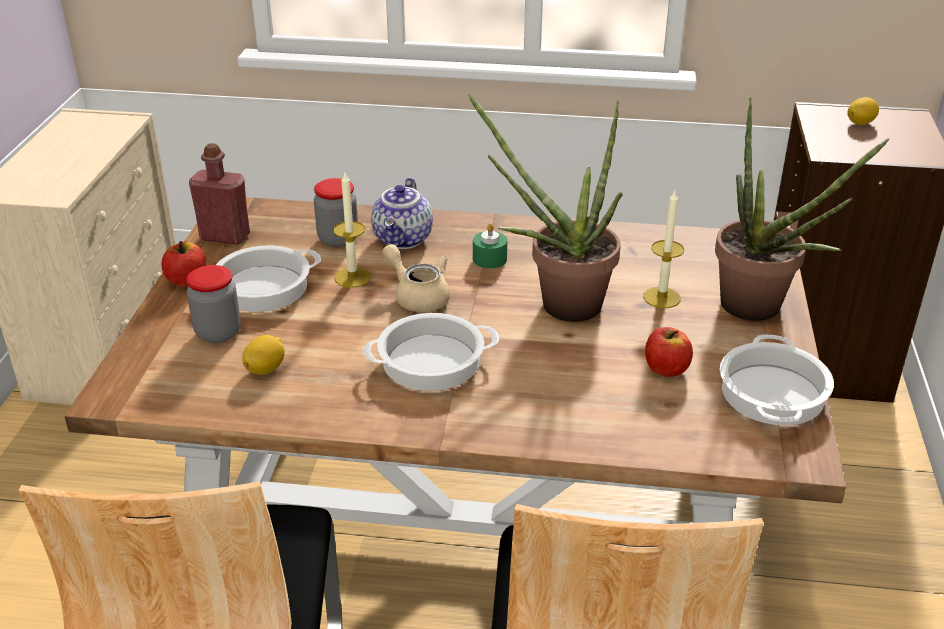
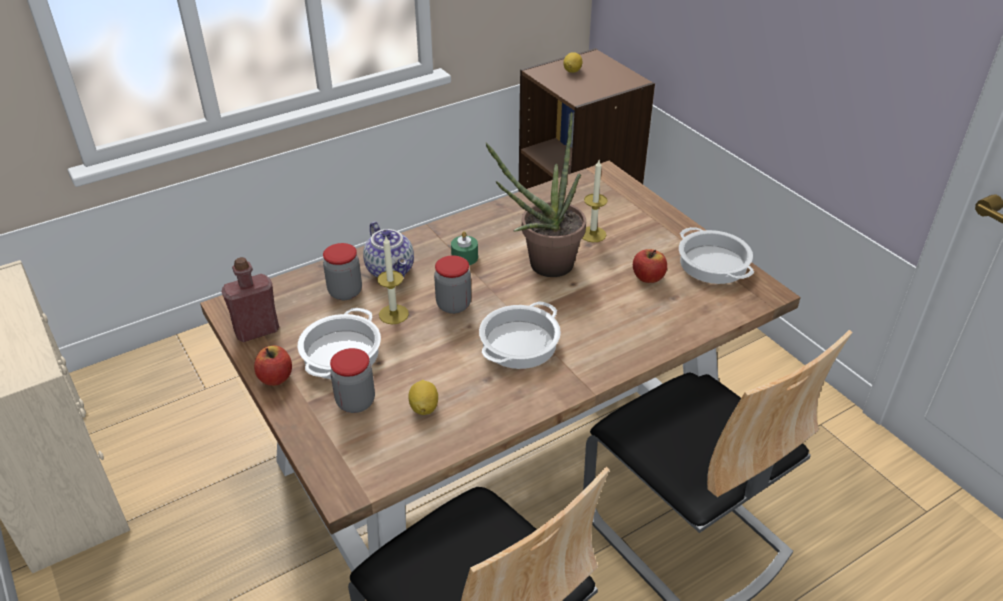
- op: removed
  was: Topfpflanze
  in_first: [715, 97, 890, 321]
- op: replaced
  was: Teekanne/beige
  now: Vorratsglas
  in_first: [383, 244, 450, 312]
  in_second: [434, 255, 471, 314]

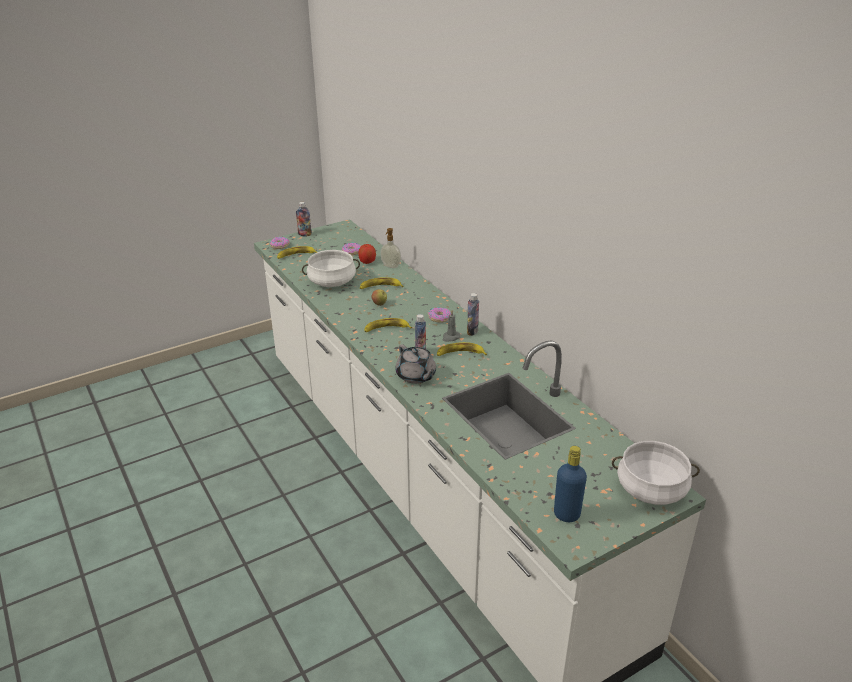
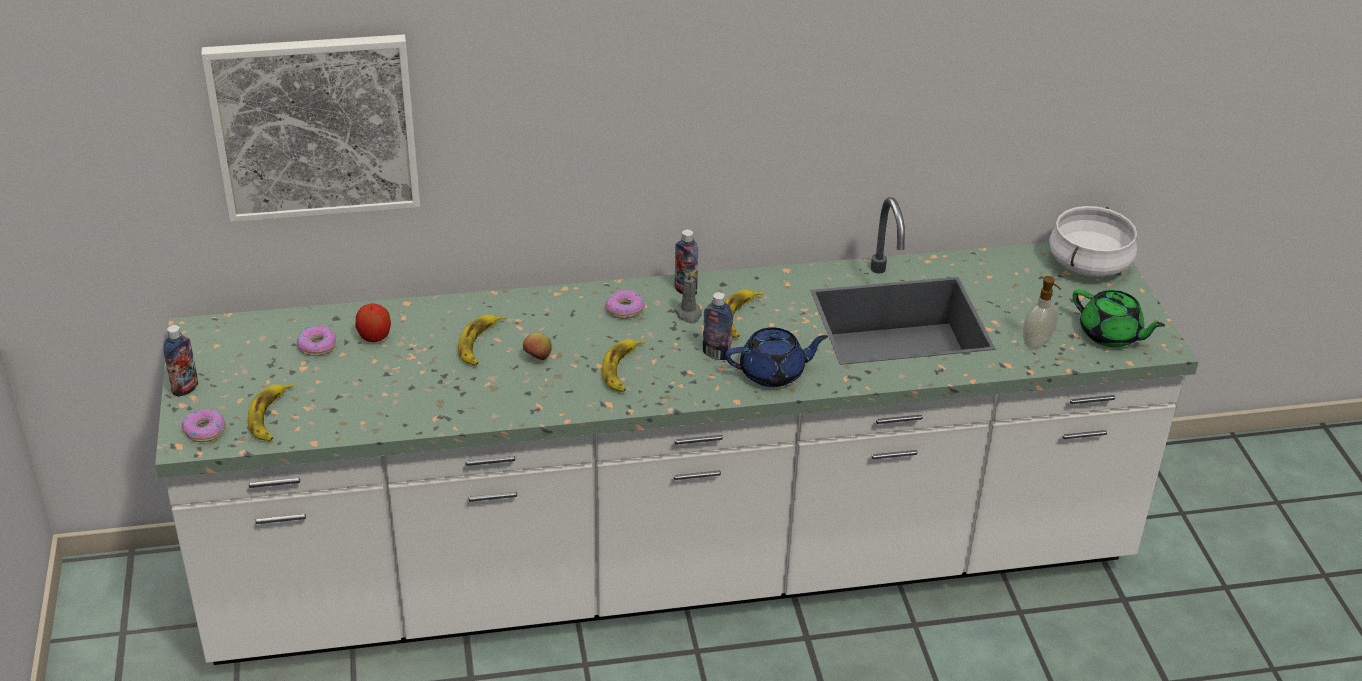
- op: moved
  was: Seifenspender
  in_first: [380, 228, 401, 268]
  in_second: [1023, 276, 1061, 349]
- op: removed
  was: Kochtopf/weiß
  in_first: [302, 250, 360, 287]
- op: recoloured
  was: Teekanne/grau
  now: Teekanne/blau
  in_first: [396, 344, 436, 384]
  in_second: [725, 327, 828, 387]
- op: replaced
  was: Flasche/blau
  now: Teekanne/grün
  in_first: [554, 446, 587, 522]
  in_second: [1073, 290, 1165, 347]
- op: added
  now: Bild
  in_second: [201, 34, 420, 222]

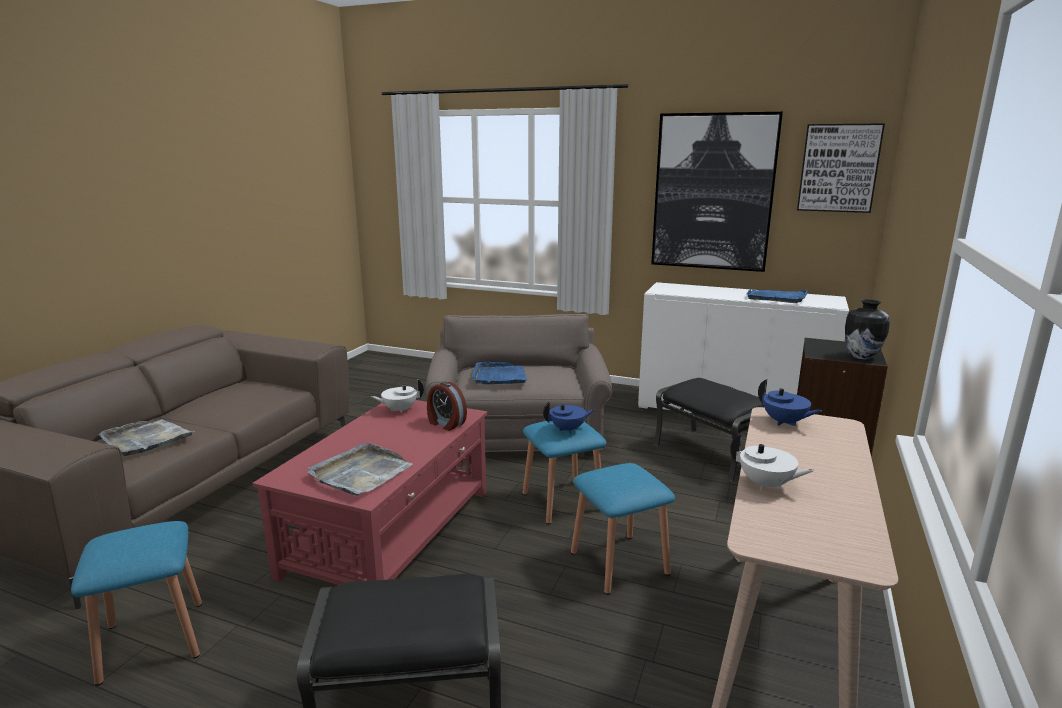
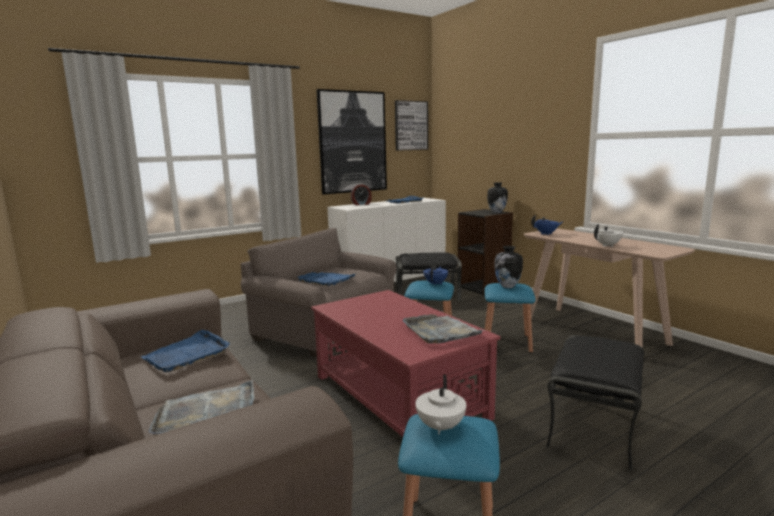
- op: moved
  was: Teekanne/weiß
  in_first: [371, 379, 424, 413]
  in_second: [415, 374, 466, 435]
- op: moved
  was: Wecker
  in_first: [427, 381, 467, 431]
  in_second: [351, 184, 372, 205]
- op: added
  now: Vase
  in_second: [494, 246, 523, 288]
- op: added
  now: Tablett/blau
  in_second: [141, 330, 230, 372]

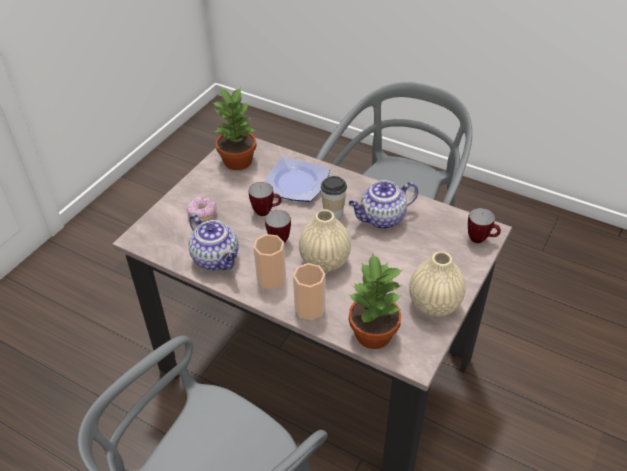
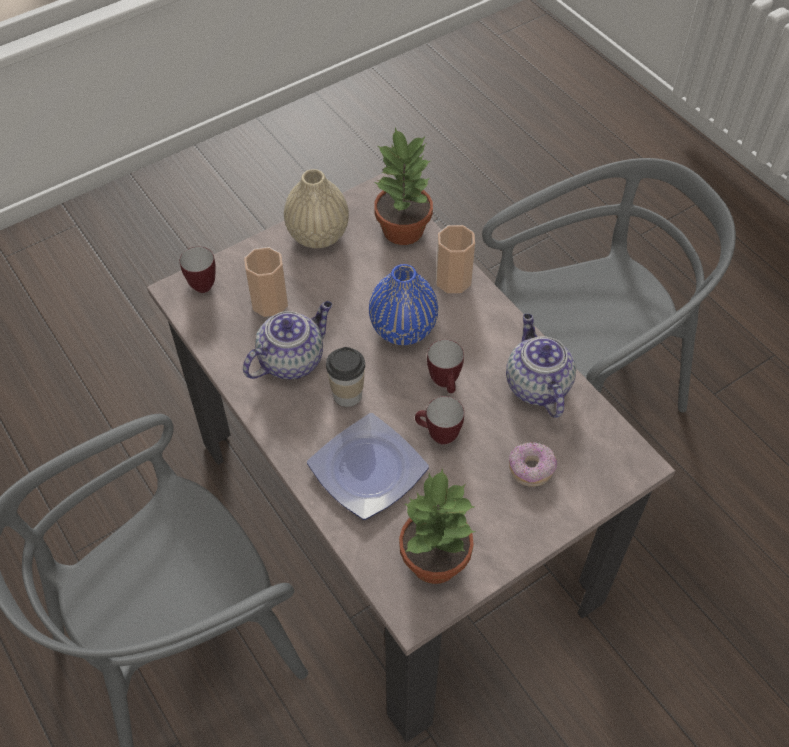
- op: turned
  was: Teekanne
  in_first: [349, 180, 418, 229]
  in_second: [243, 301, 332, 379]
  clockwise: -45
- op: recoloured
  was: Vase/beige
  now: Vase/blau
  in_first: [299, 209, 351, 273]
  in_second: [369, 264, 438, 345]
- op: moved
  was: Tasse
  in_first: [253, 234, 286, 289]
  in_second: [244, 247, 288, 317]

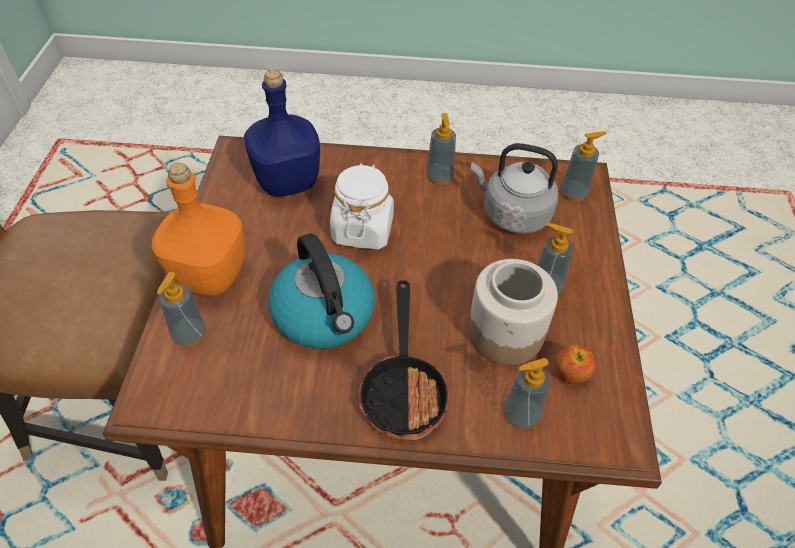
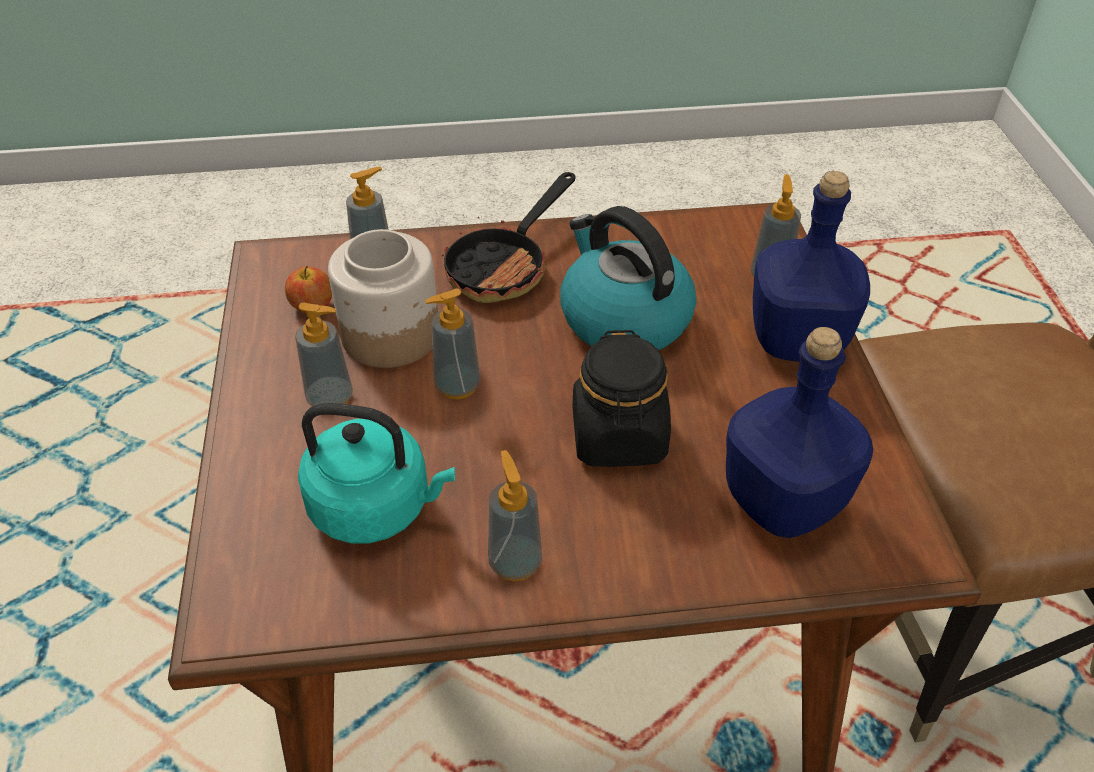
- op: moved
  was: Seifenspender
  in_first: [561, 131, 607, 202]
  in_second: [425, 289, 481, 399]
- op: recoloured
  was: Wasserkessel/grau
  now: Wasserkessel/türkis
  in_first: [471, 143, 558, 234]
  in_second: [298, 403, 455, 544]
- op: recoloured
  was: Flasche/orange
  now: Flasche/blau
  in_first: [152, 163, 244, 296]
  in_second: [753, 171, 870, 362]
- op: recoloured
  was: Vorratsglas/weiß
  now: Vorratsglas/schwarz
  in_first: [330, 163, 394, 249]
  in_second: [573, 330, 671, 467]
- op: turned
  was: Pfanne
  in_first: [359, 280, 450, 440]
  in_second: [442, 172, 575, 303]
  clockwise: -135

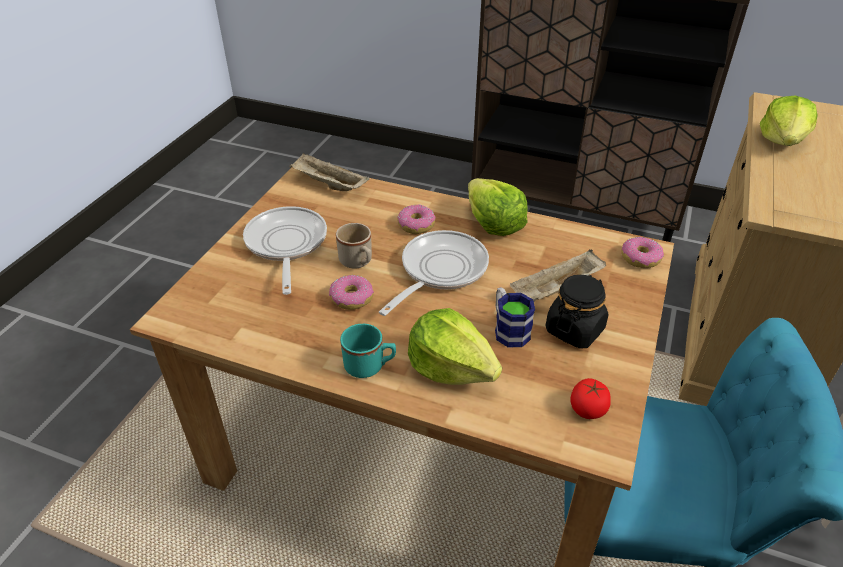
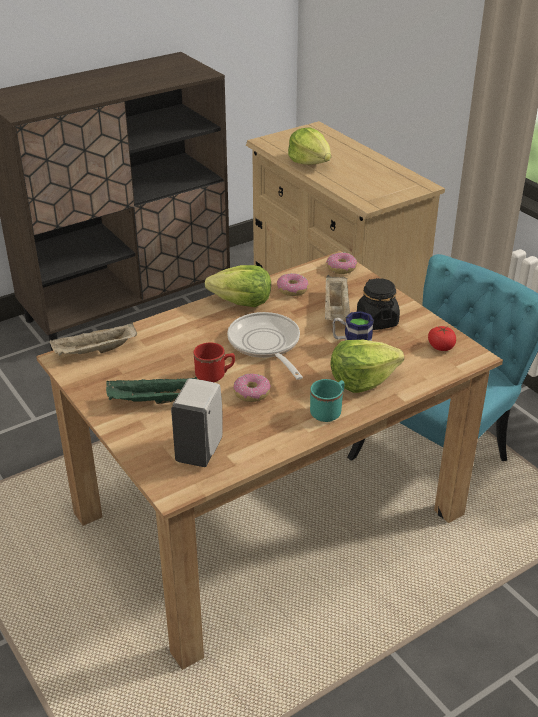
- op: moved
  was: Donut
  in_first: [398, 204, 436, 234]
  in_second: [277, 273, 309, 296]
- op: replaced
  was: Pfanne
  now: Tablett/grün
  in_first: [243, 206, 327, 295]
  in_second: [106, 376, 197, 404]
- op: recoloured
  was: Henkelbecher/beige
  now: Henkelbecher/rot
  in_first: [336, 223, 372, 269]
  in_second: [194, 342, 235, 382]
- op: added
  now: Seifenspender/weiß
  in_second: [171, 378, 223, 467]

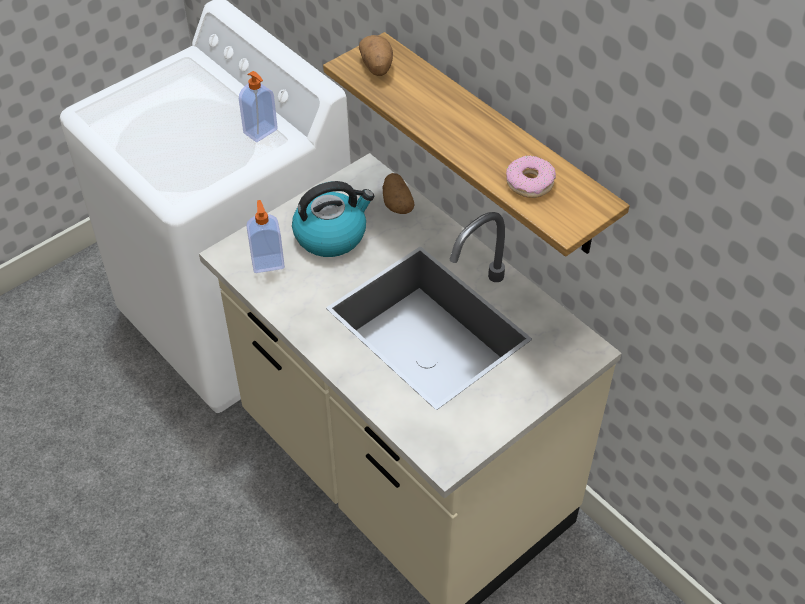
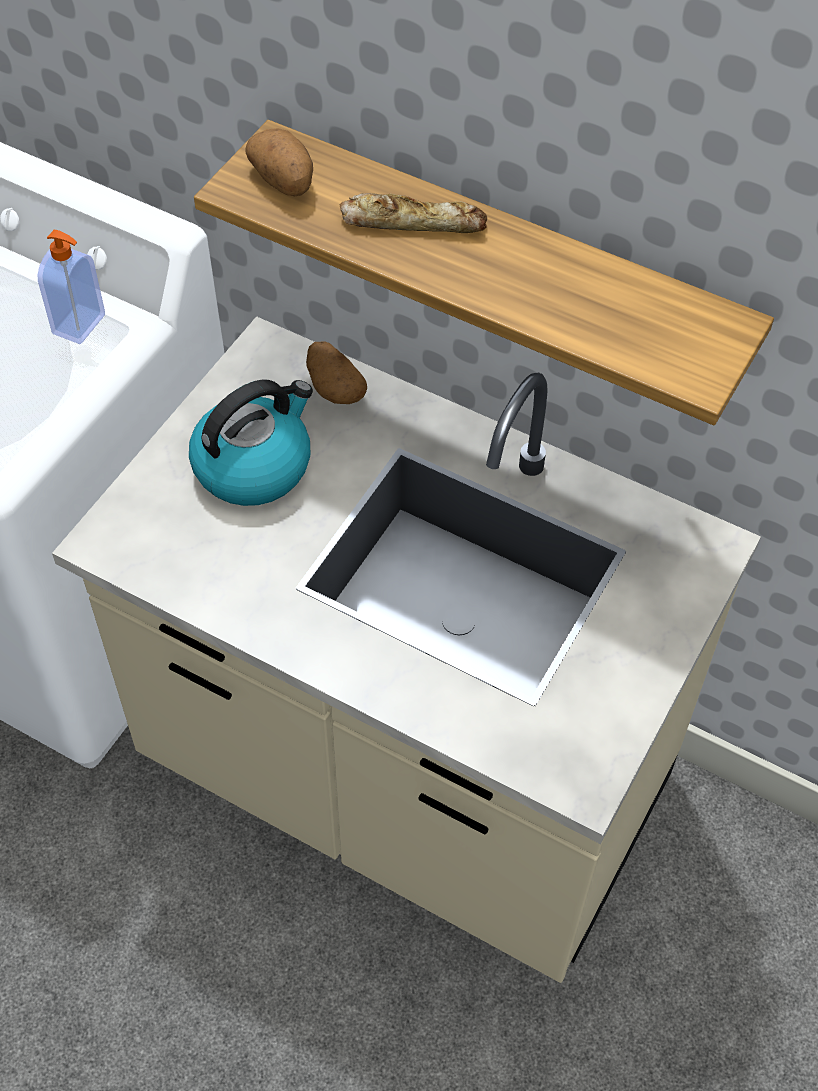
- op: removed
  was: Donut
  in_first: [506, 155, 556, 198]
- op: removed
  was: Seifenspender
  in_first: [246, 200, 285, 273]
- op: added
  now: Brot
  in_second: [340, 193, 487, 233]

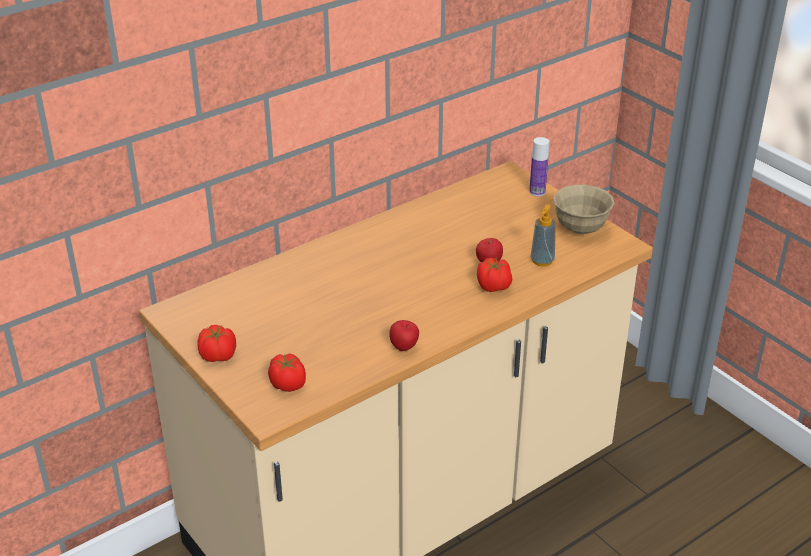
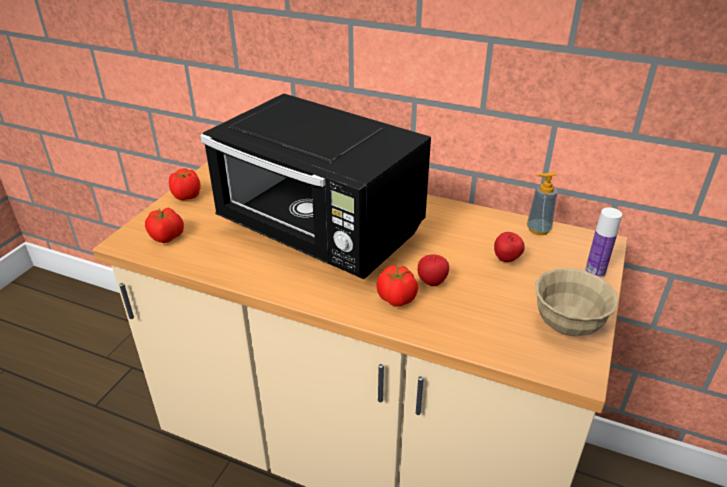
- op: moved
  was: Seifenspender
  in_first: [531, 205, 556, 267]
  in_second: [527, 172, 558, 235]
- op: moved
  was: Apfel
  in_first: [389, 320, 419, 351]
  in_second: [494, 232, 525, 262]
- op: added
  now: Mikrowelle/schwarz
  in_second: [200, 94, 431, 279]

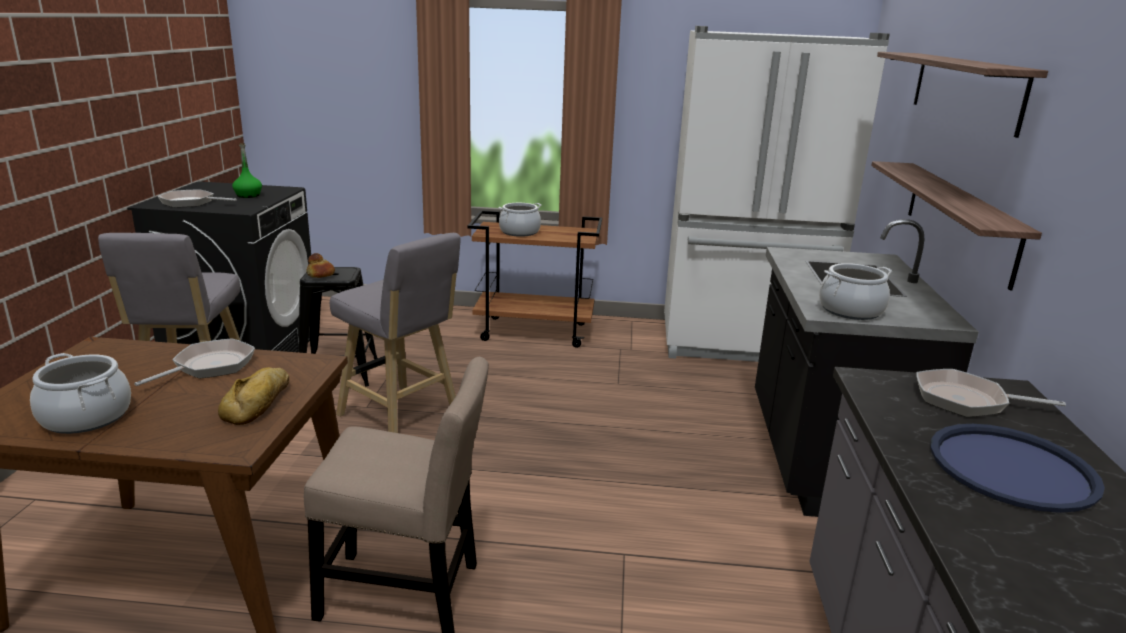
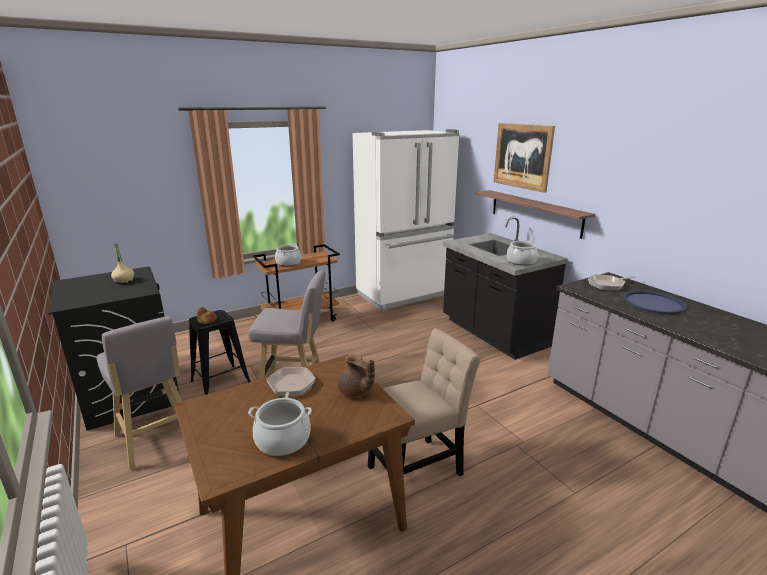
- op: replaced
  was: Wandregal
  now: Bild
  in_first: [877, 52, 1048, 138]
  in_second: [494, 123, 555, 193]
- op: recoloured
  was: Flasche/grün
  now: Flasche/beige
  in_first: [232, 143, 262, 198]
  in_second: [111, 244, 134, 284]
- op: removed
  was: Pfanne
  in_first: [158, 189, 237, 208]
- op: replaced
  was: Brot
  now: Teekanne/braun
  in_first: [218, 367, 289, 425]
  in_second: [338, 355, 375, 397]

